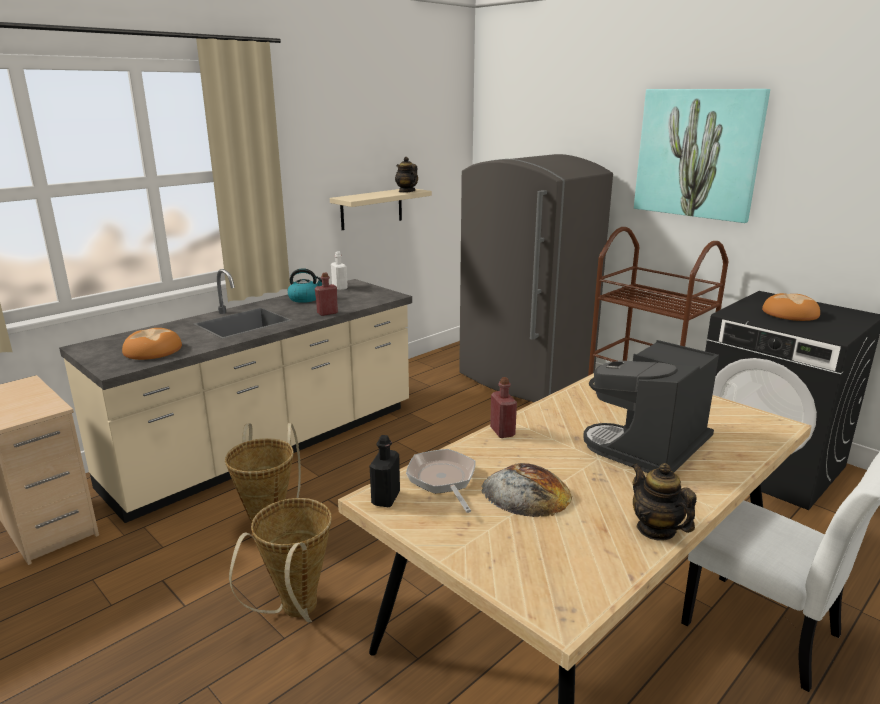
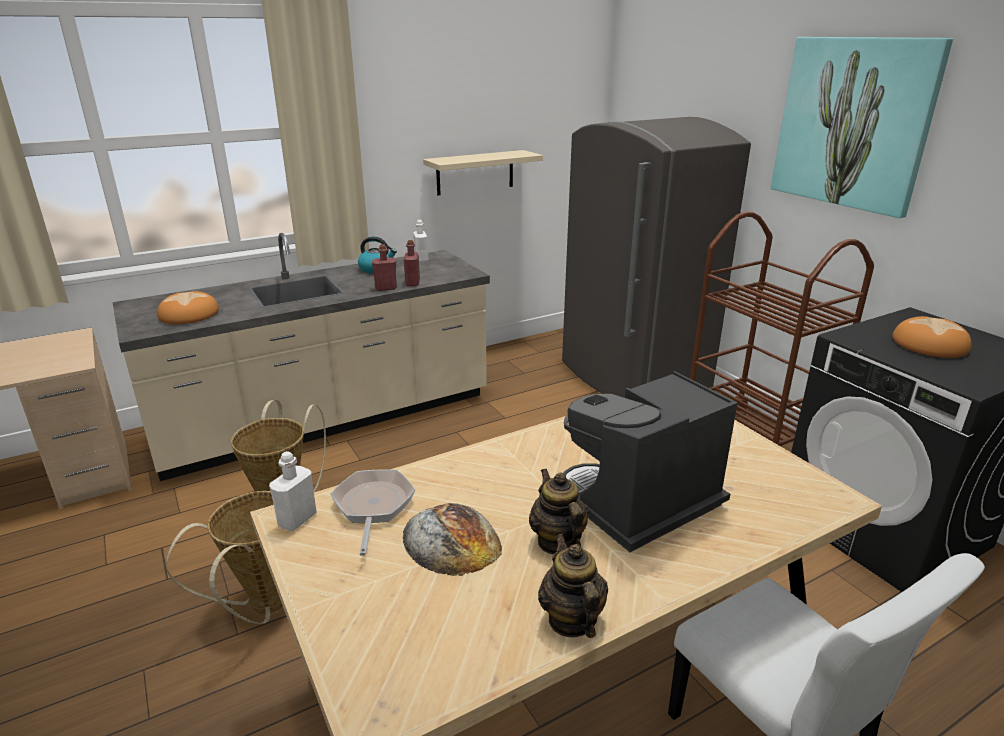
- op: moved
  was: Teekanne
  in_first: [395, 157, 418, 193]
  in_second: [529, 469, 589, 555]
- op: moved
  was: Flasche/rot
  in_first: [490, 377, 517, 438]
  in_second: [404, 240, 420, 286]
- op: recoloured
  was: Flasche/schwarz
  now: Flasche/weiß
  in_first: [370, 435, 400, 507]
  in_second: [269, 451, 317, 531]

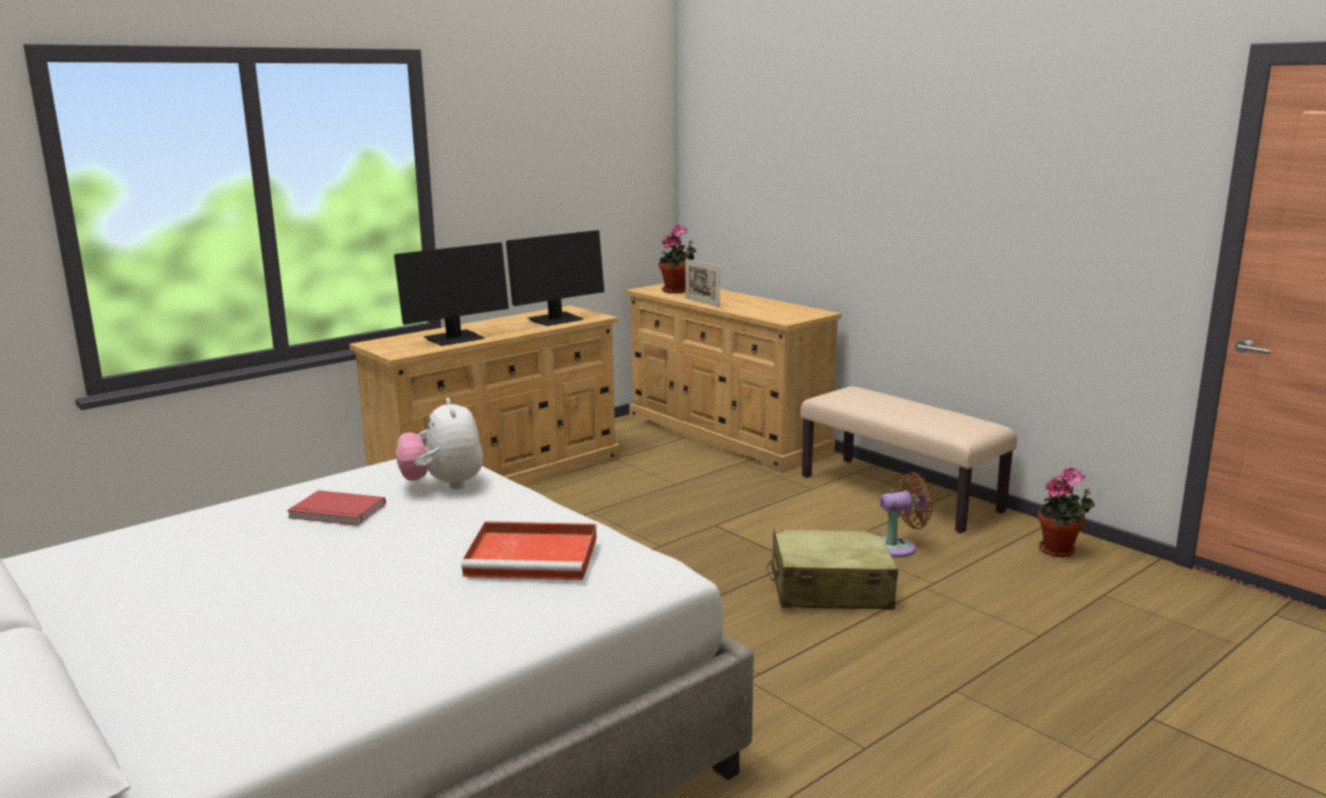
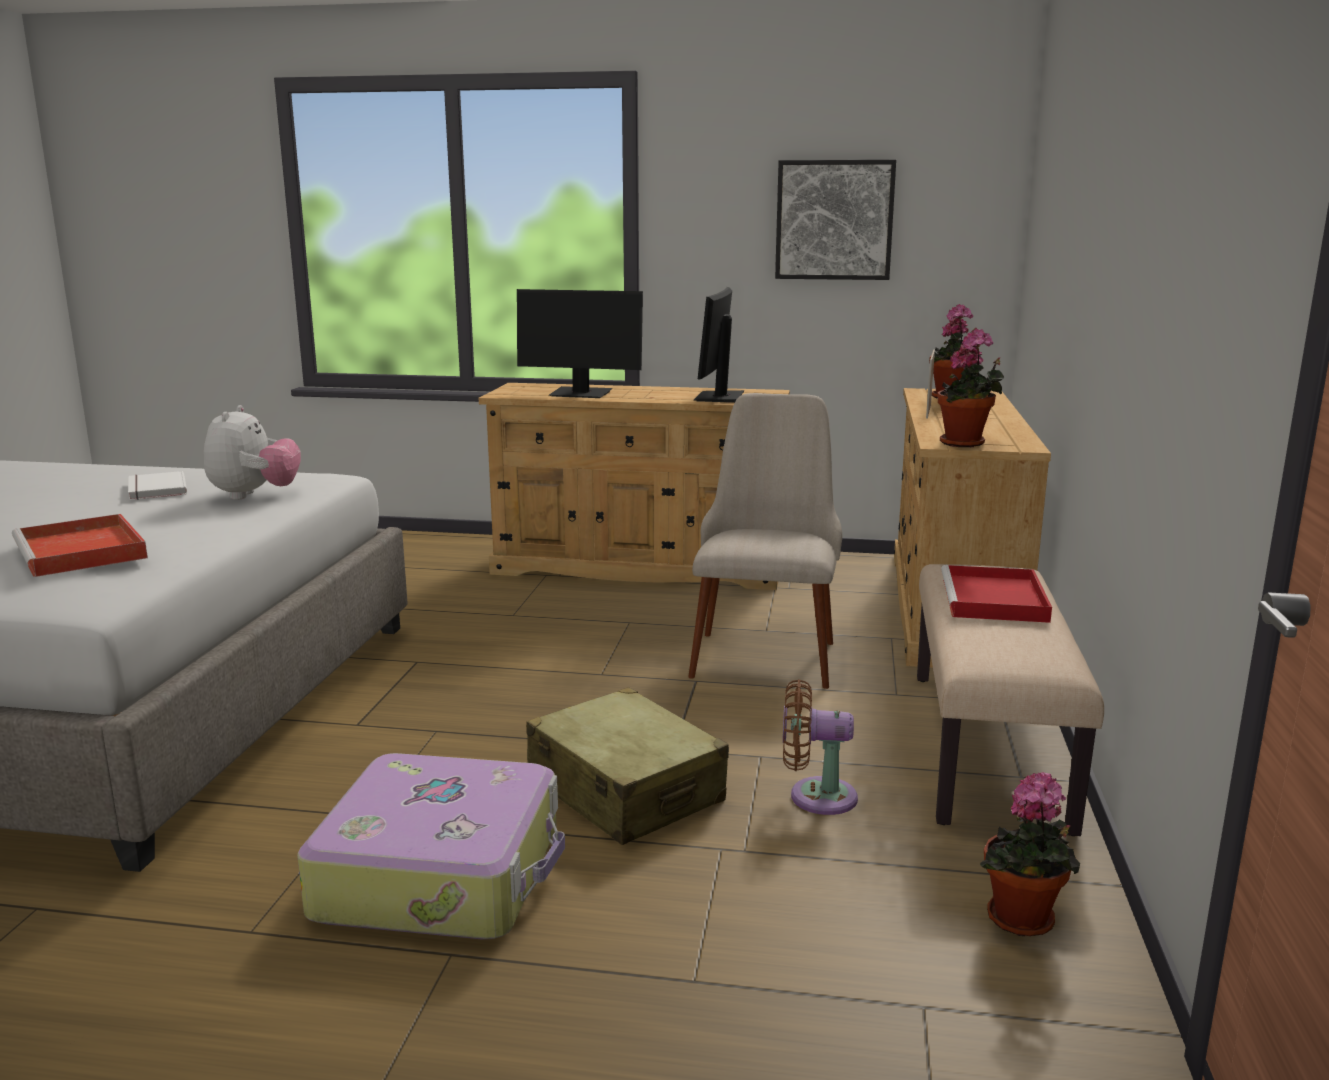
- op: turned
  was: Monitor
  in_first: [506, 230, 604, 326]
  in_second: [694, 287, 745, 403]
  clockwise: 90
- op: turned
  was: Plüschtier
  in_first: [396, 398, 483, 489]
  in_second: [204, 405, 301, 500]
  clockwise: 150
- op: turned
  was: Ventilator/braun
  in_first: [879, 472, 933, 558]
  in_second: [783, 679, 858, 815]
  clockwise: 150
- op: recoloured
  was: Buch/rot
  now: Buch/weiß
  in_first: [287, 490, 386, 526]
  in_second: [128, 471, 187, 500]
- op: added
  now: Bild
  in_second: [775, 160, 896, 280]
- op: added
  now: Topfpflanze
  in_second: [938, 329, 1004, 448]
- op: added
  now: Stuhl/beige
  in_second: [688, 393, 842, 689]
- op: added
  now: Tablett/rot
  in_second: [941, 565, 1052, 623]
- op: added
  now: Koffer
  in_second: [297, 753, 565, 940]

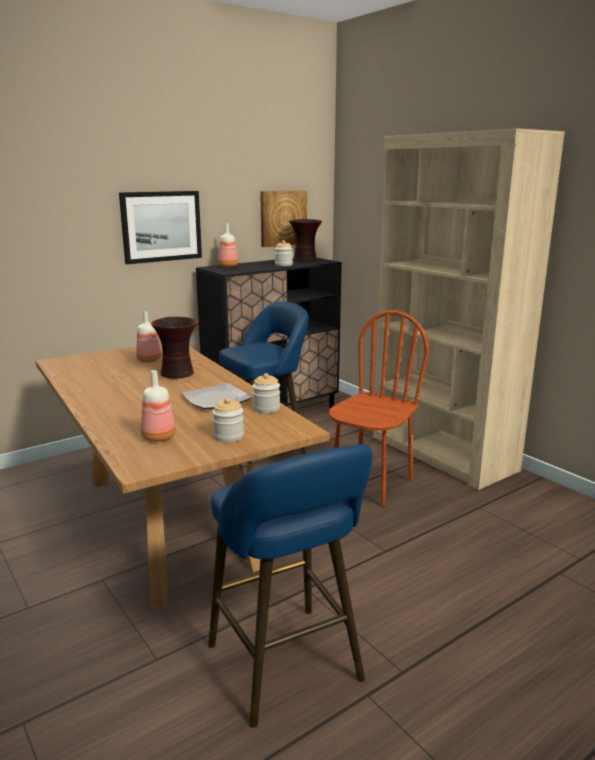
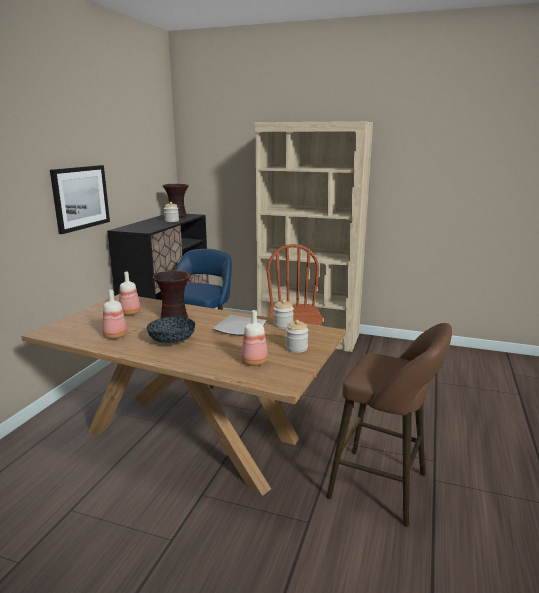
- op: removed
  was: Bild
  in_first: [260, 190, 307, 247]
- op: moved
  was: Flasche
  in_first: [218, 224, 238, 267]
  in_second: [102, 290, 127, 339]
- op: recoloured
  was: Hocker/blau
  now: Hocker/braun
  in_first: [208, 444, 372, 728]
  in_second: [326, 323, 452, 527]
- op: added
  now: Schüssel
  in_second: [147, 317, 195, 343]

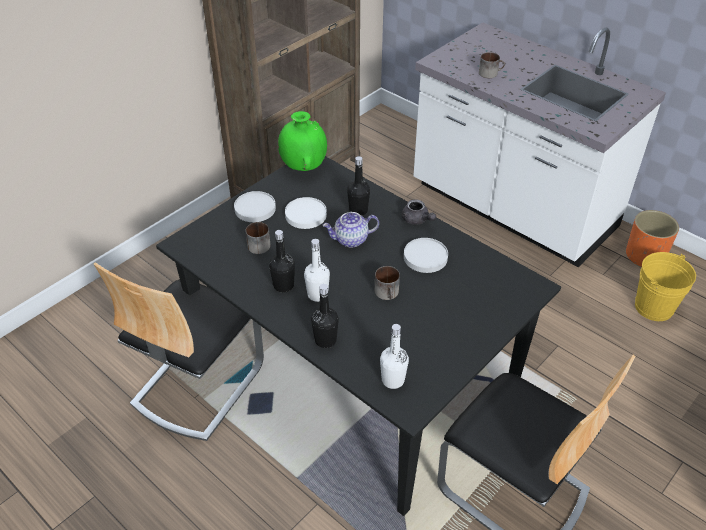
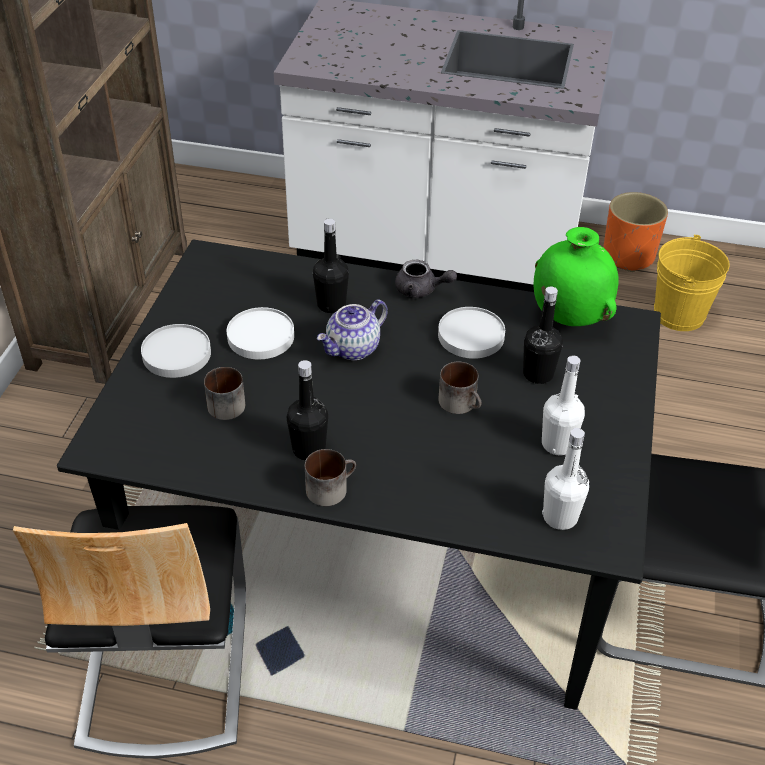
- op: moved
  was: Henkelbecher
  in_first: [479, 52, 505, 78]
  in_second: [305, 449, 356, 506]
- op: moved
  was: Vase/grün
  in_first: [278, 111, 327, 171]
  in_second: [534, 227, 619, 326]
- op: moved
  was: Flasche/weiß
  in_first: [304, 239, 330, 302]
  in_second: [542, 356, 585, 455]
- op: moved
  was: Flasche/schwarz
  in_first: [311, 284, 339, 348]
  in_second: [523, 287, 563, 384]

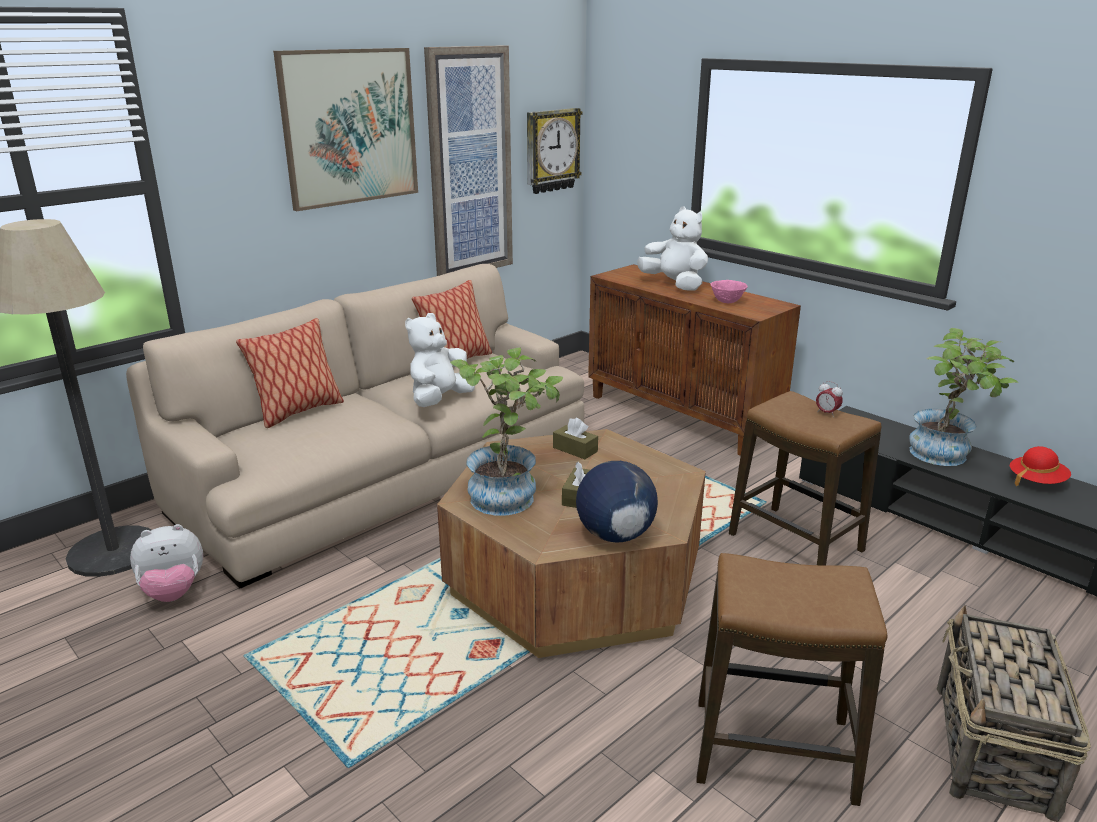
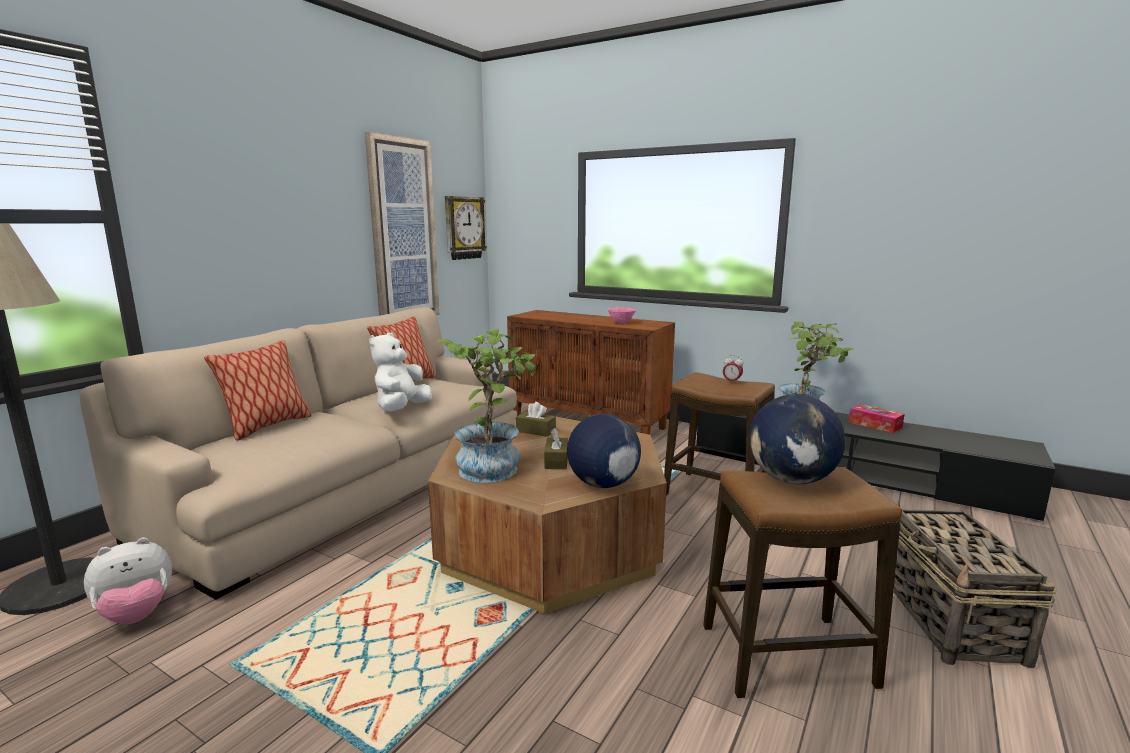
- op: removed
  was: Bild
  in_first: [273, 48, 418, 211]
- op: removed
  was: Plüschtier/weiß
  in_first: [637, 206, 708, 291]
- op: replaced
  was: Hut/rot
  now: Taschentuchbox
  in_first: [1010, 446, 1071, 486]
  in_second: [849, 404, 905, 433]
- op: added
  now: Globus
  in_second: [749, 394, 845, 484]

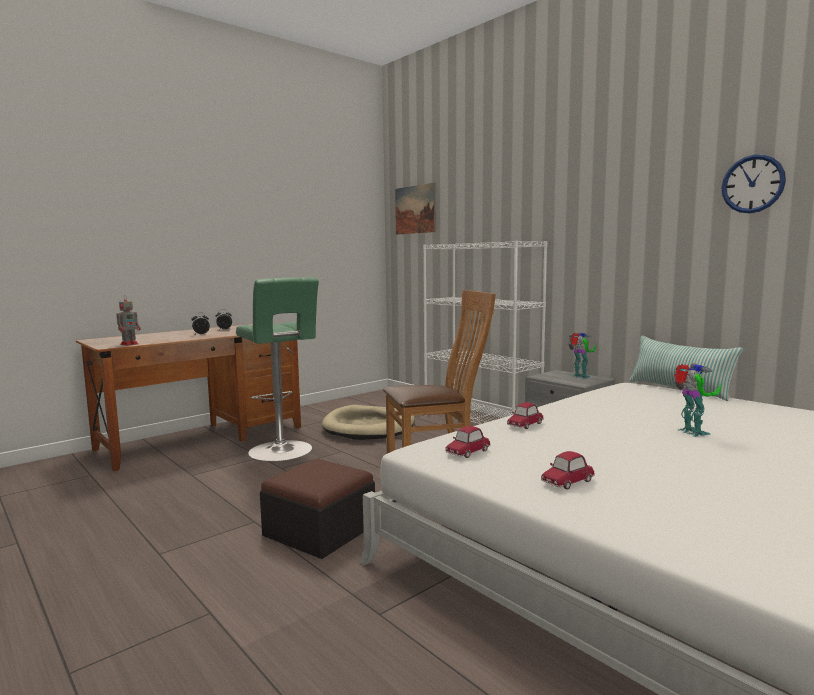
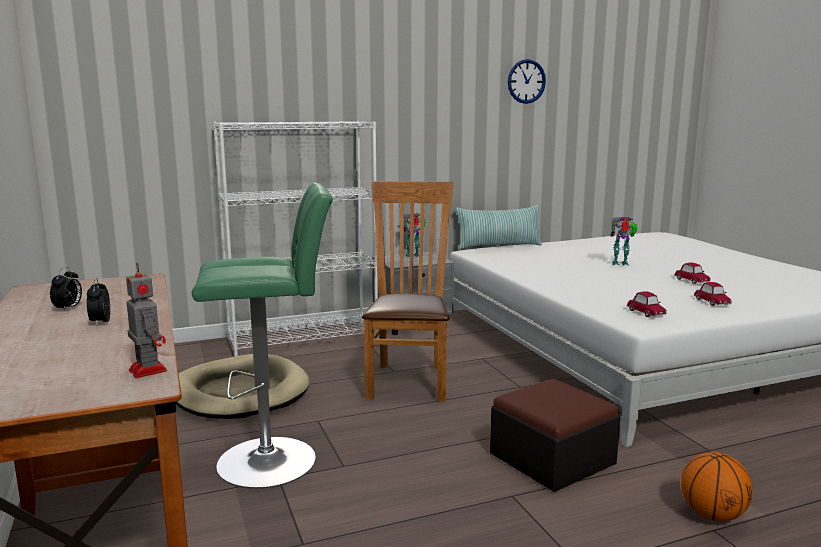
- op: removed
  was: Bild
  in_first: [395, 183, 435, 235]
- op: moved
  was: Spielzeugauto
  in_first: [507, 402, 544, 429]
  in_second: [674, 263, 711, 284]
- op: added
  now: Basketball
  in_second: [681, 452, 753, 522]

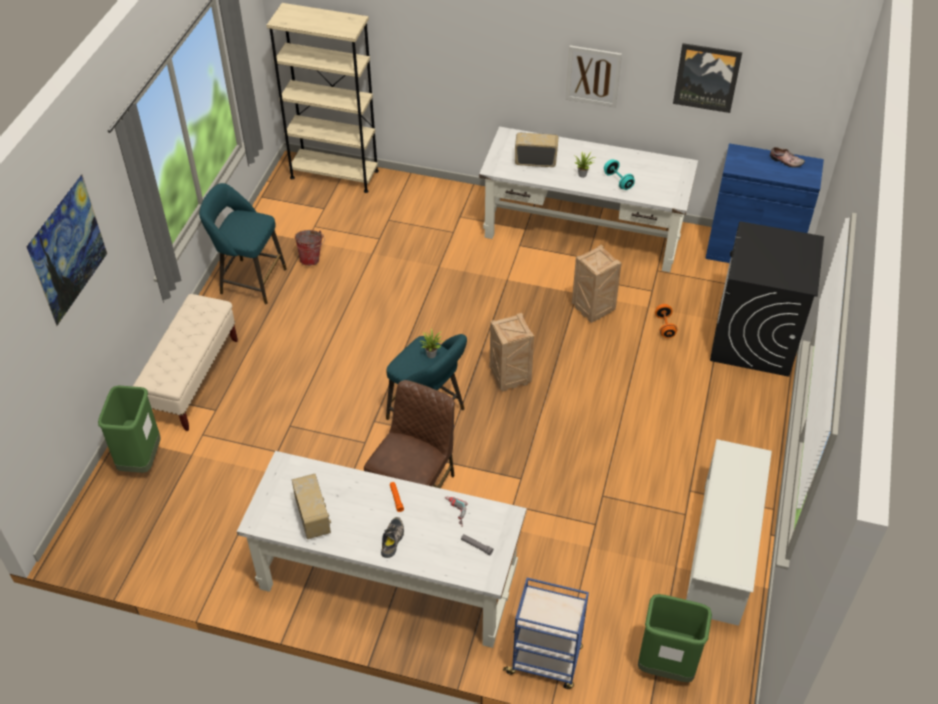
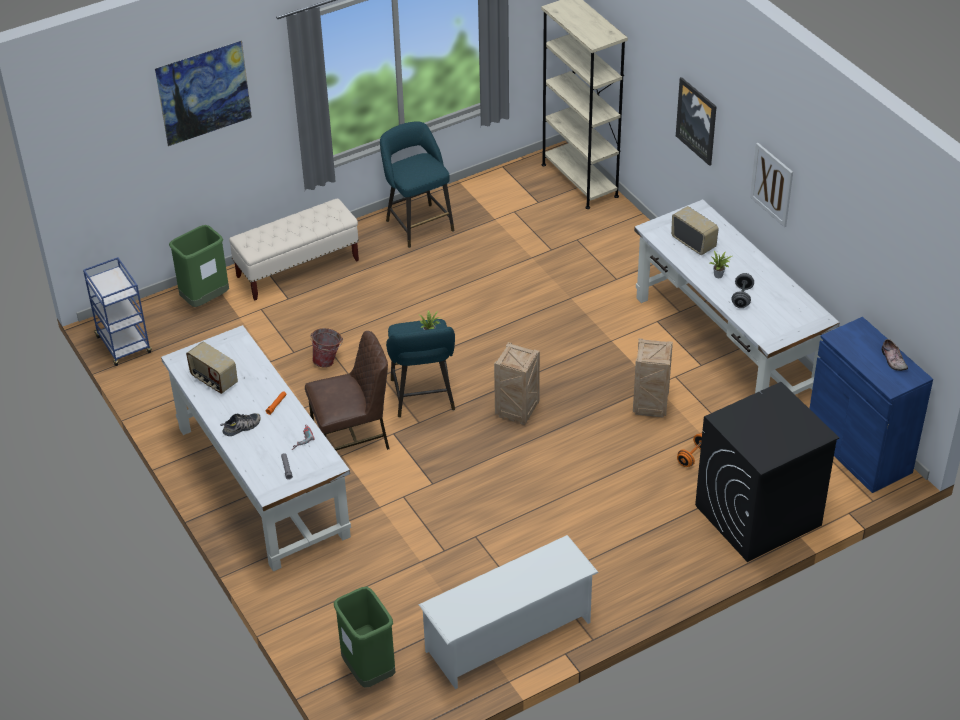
- op: moved
  was: Bild
  in_first: [673, 43, 742, 113]
  in_second: [676, 77, 717, 166]
- op: recoloured
  was: Hantel/türkis
  now: Hantel/grau
  in_first: [604, 159, 635, 190]
  in_second: [731, 273, 754, 308]
- op: moved
  was: Eimer
  in_first: [295, 230, 324, 266]
  in_second: [311, 328, 343, 368]
- op: turned
  was: Radio
  in_first: [292, 474, 331, 539]
  in_second: [186, 342, 238, 394]
  clockwise: 105
- op: moved
  was: Rollwagen/blau
  in_first: [503, 578, 589, 689]
  in_second: [83, 257, 152, 366]

